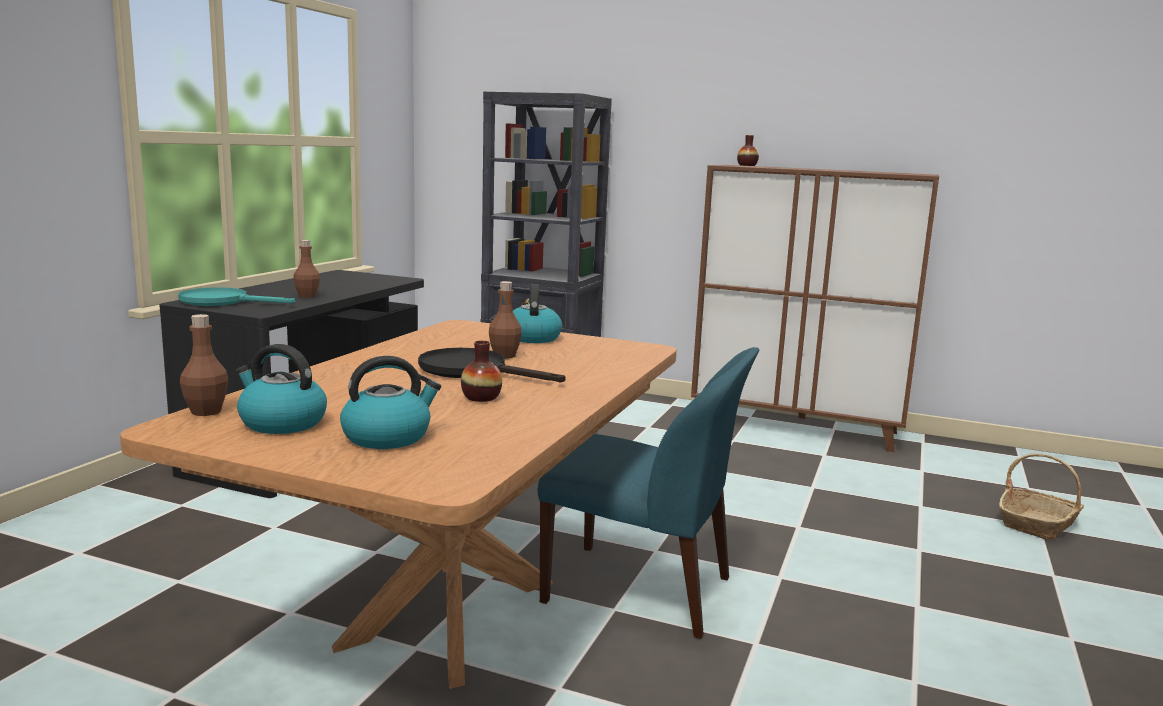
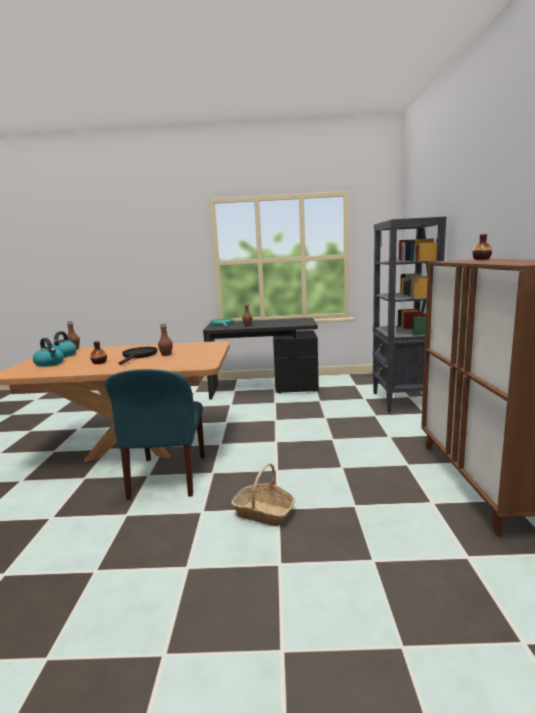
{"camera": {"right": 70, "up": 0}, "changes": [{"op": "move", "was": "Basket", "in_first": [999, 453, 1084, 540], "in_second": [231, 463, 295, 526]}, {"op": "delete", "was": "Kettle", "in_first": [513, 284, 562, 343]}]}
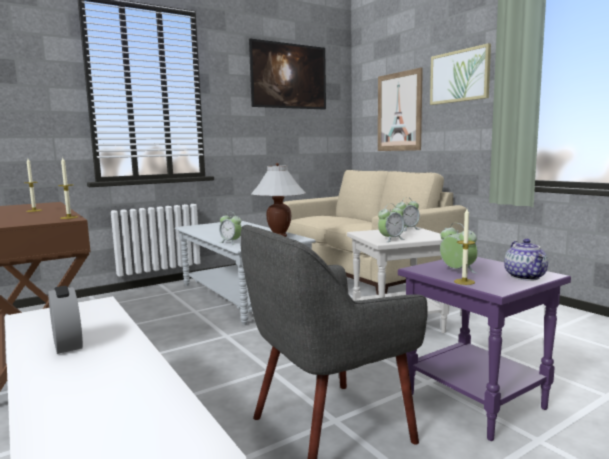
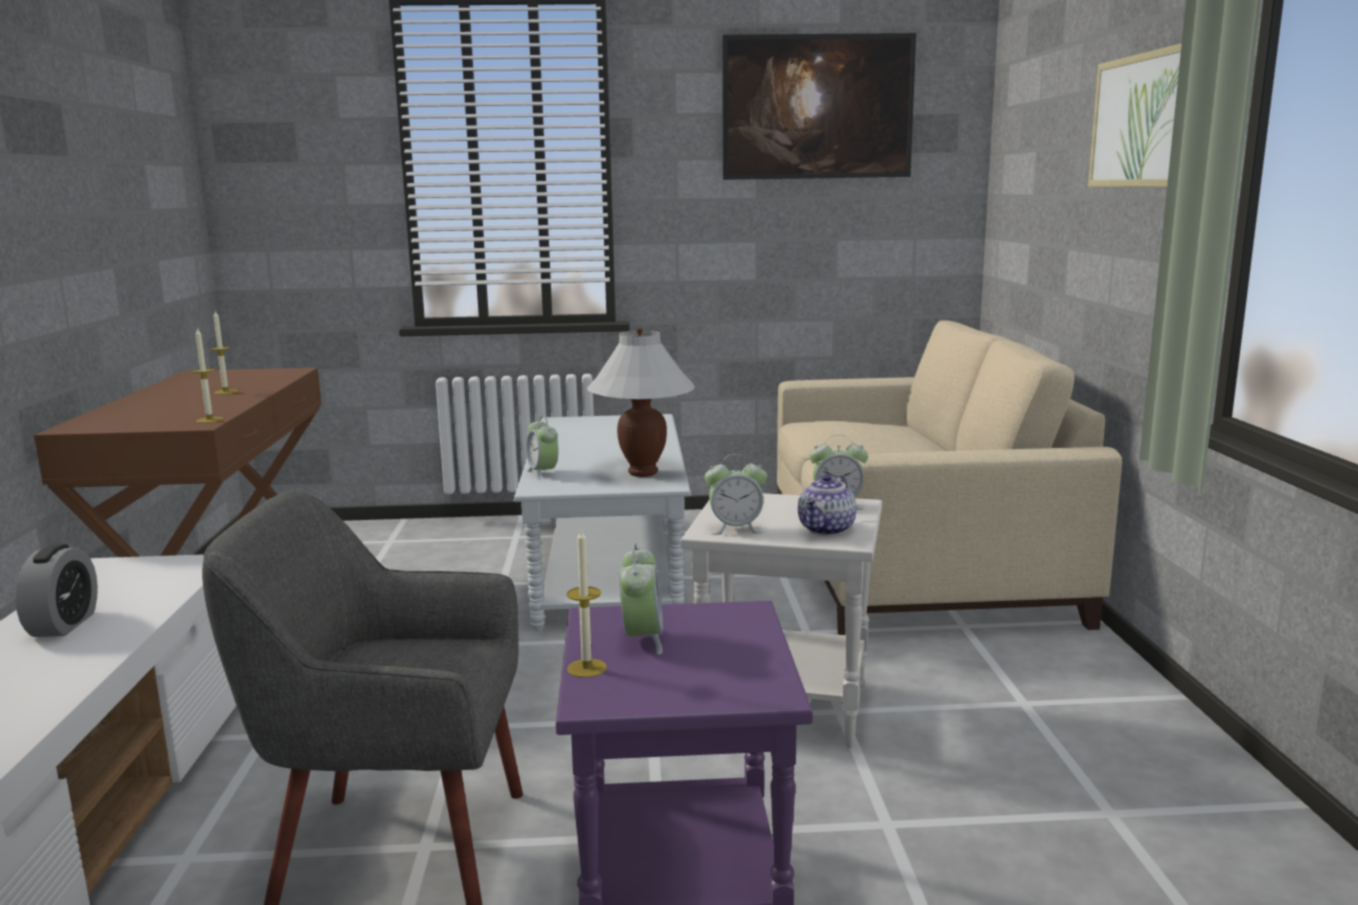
{"camera": {"right": 30, "up": 5}, "changes": [{"op": "move", "was": "Teapot", "in_first": [504, 239, 548, 281], "in_second": [798, 474, 856, 536]}, {"op": "delete", "was": "Picture", "in_first": [378, 67, 423, 151]}]}
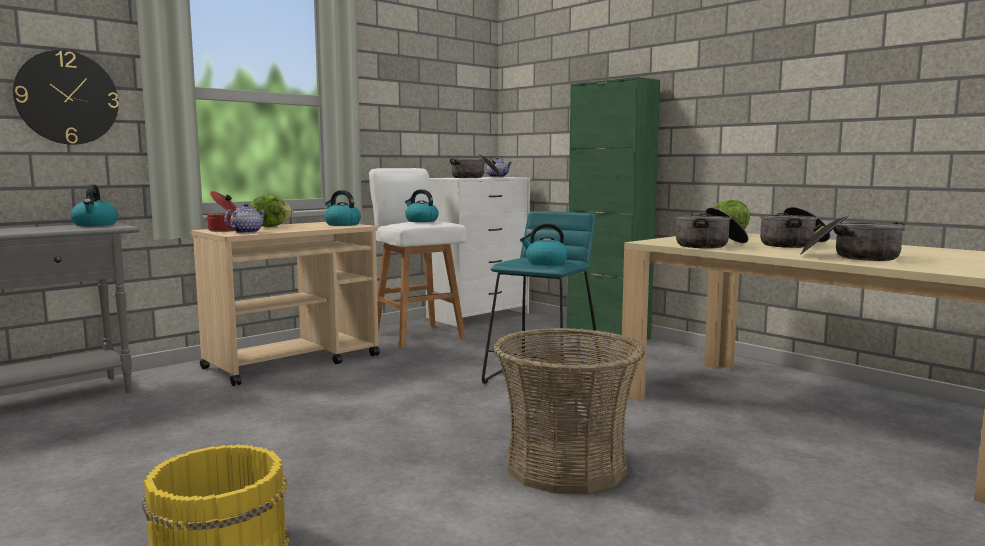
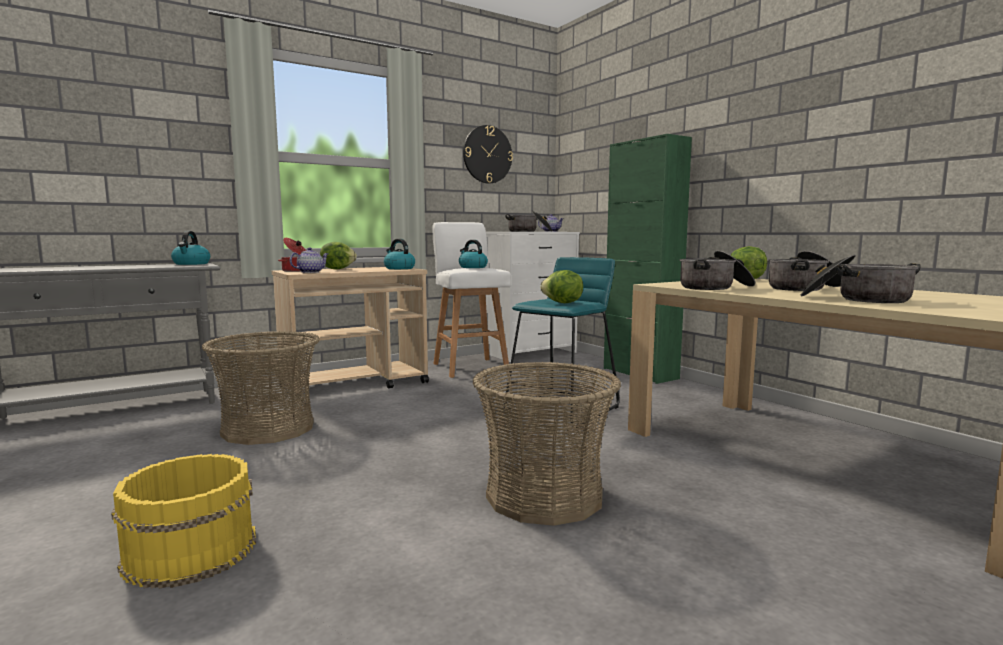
{"camera": {"right": 10, "up": 0}, "changes": [{"op": "insert", "now": "Basket", "in_second": [202, 331, 320, 445]}, {"op": "move", "was": "WallClock", "in_first": [13, 50, 119, 145], "in_second": [463, 125, 513, 183]}, {"op": "replace", "was": "Kettle", "now": "Lettuce", "in_first": [520, 223, 568, 265], "in_second": [540, 270, 583, 303]}]}
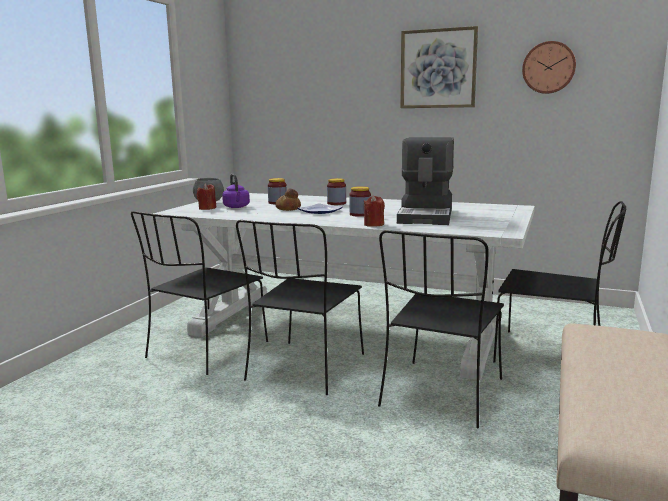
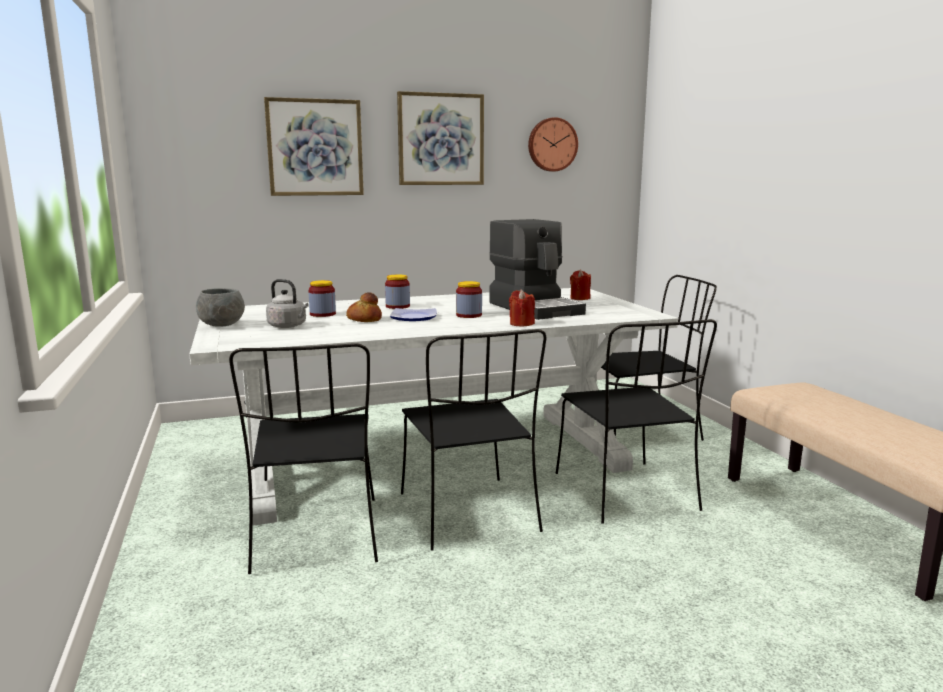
{"camera": {"right": -40, "up": 0}, "changes": [{"op": "insert", "now": "Picture", "in_second": [264, 97, 364, 196]}, {"op": "recolor", "was": "PurpleKettle", "now": "GreyKettle", "in_first": [222, 174, 250, 208], "in_second": [266, 279, 309, 328]}, {"op": "move", "was": "RedCandle", "in_first": [197, 184, 216, 210], "in_second": [570, 270, 591, 300]}]}
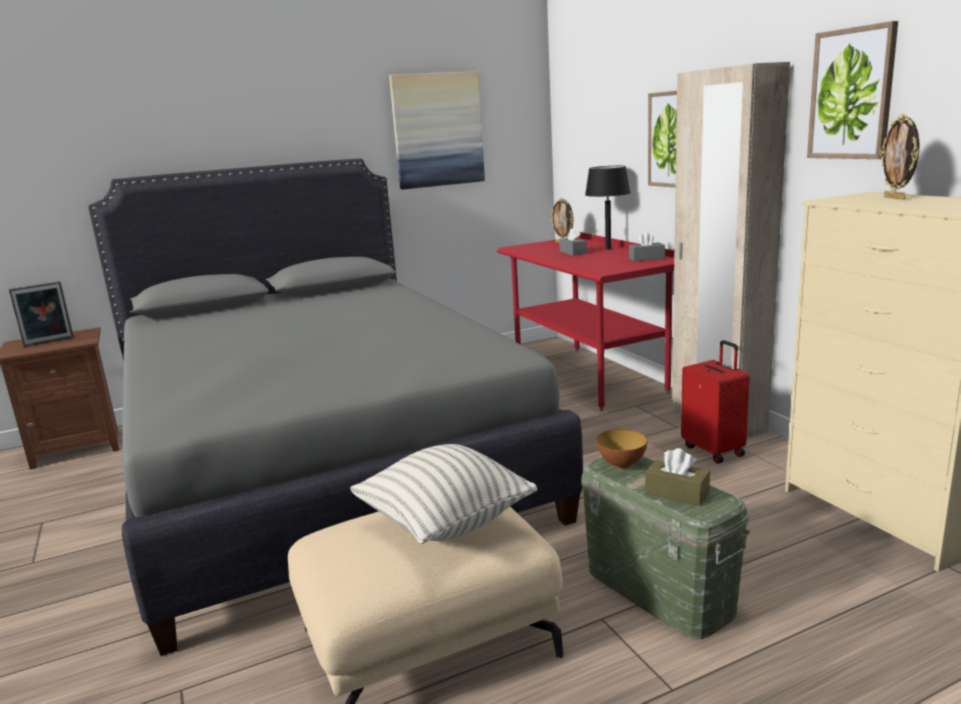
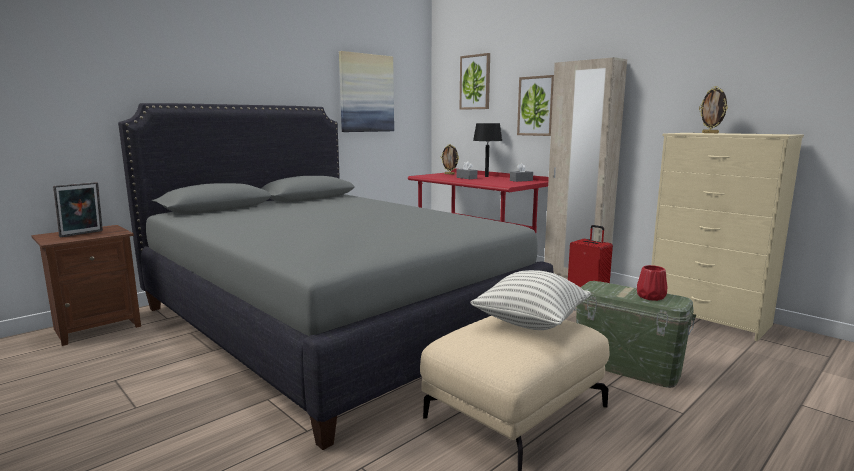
{"camera": {"right": -20, "up": -5}, "changes": [{"op": "move", "was": "Picture", "in_first": [807, 21, 898, 159], "in_second": [460, 53, 490, 110]}, {"op": "replace", "was": "BrownTissueBox", "now": "RedVase", "in_first": [645, 448, 710, 506], "in_second": [637, 265, 667, 301]}, {"op": "delete", "was": "Bowl", "in_first": [597, 429, 648, 469]}]}
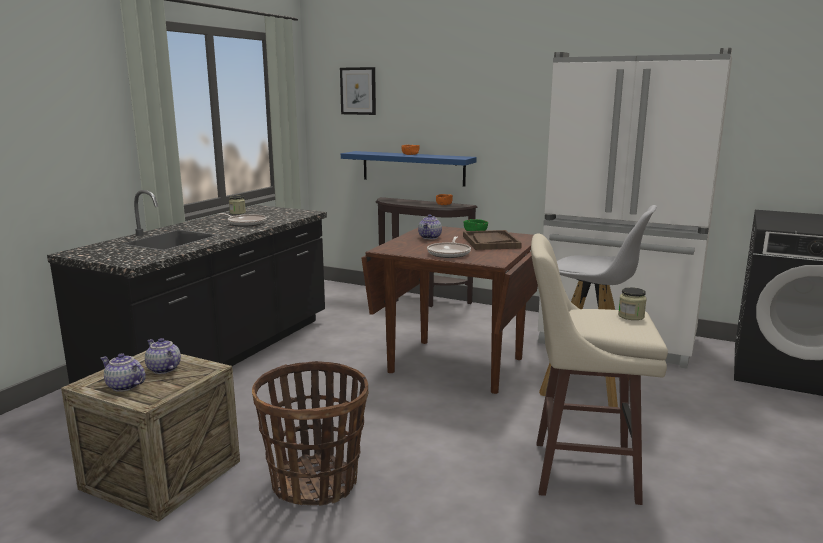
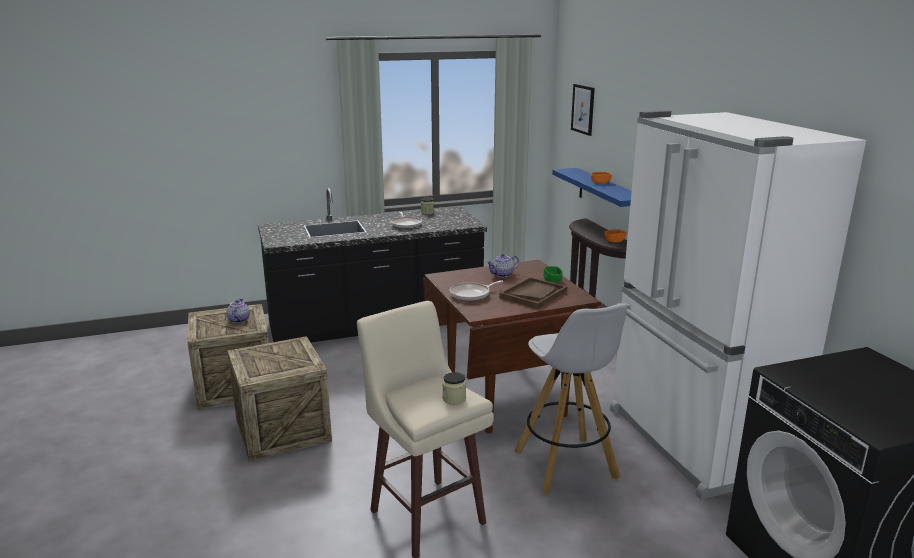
{"camera": {"right": 45, "up": 5}, "changes": [{"op": "replace", "was": "Basket", "now": "Crate", "in_first": [252, 361, 369, 506], "in_second": [227, 336, 332, 462]}, {"op": "delete", "was": "Teapot", "in_first": [101, 353, 146, 392]}]}
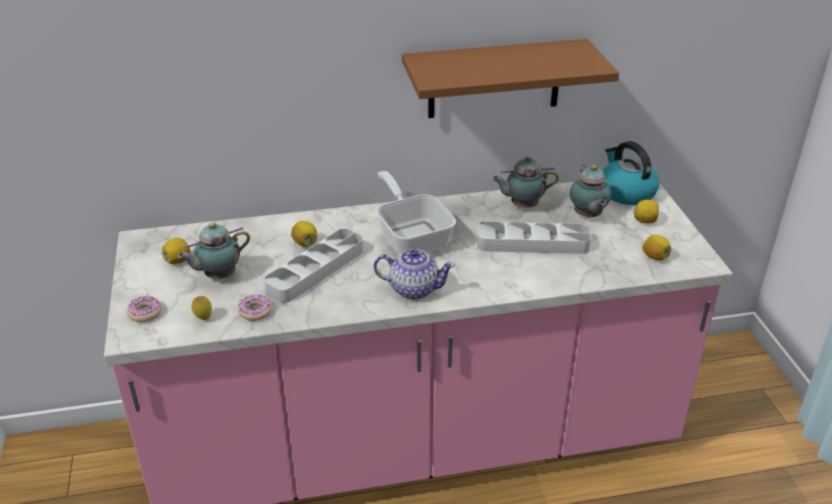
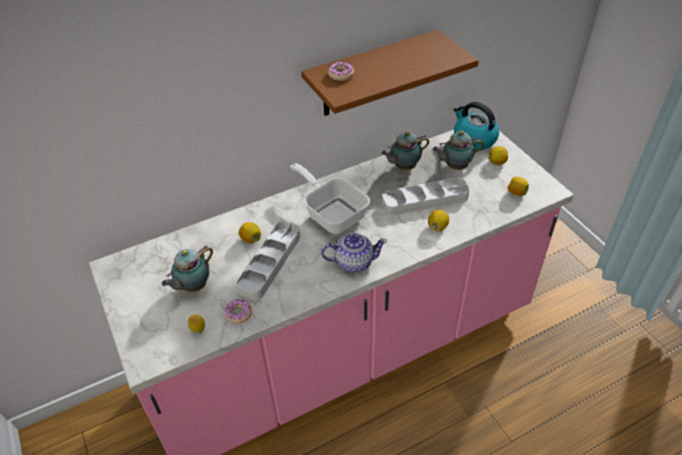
{"camera": {"right": -15, "up": 10}, "changes": [{"op": "move", "was": "Donut", "in_first": [127, 296, 162, 322], "in_second": [328, 62, 354, 81]}, {"op": "move", "was": "Lemon", "in_first": [162, 238, 190, 264], "in_second": [428, 210, 449, 231]}, {"op": "rotate", "was": "Teapot", "in_first": [570, 165, 611, 218], "in_second": [433, 131, 484, 170], "clockwise": 105}]}
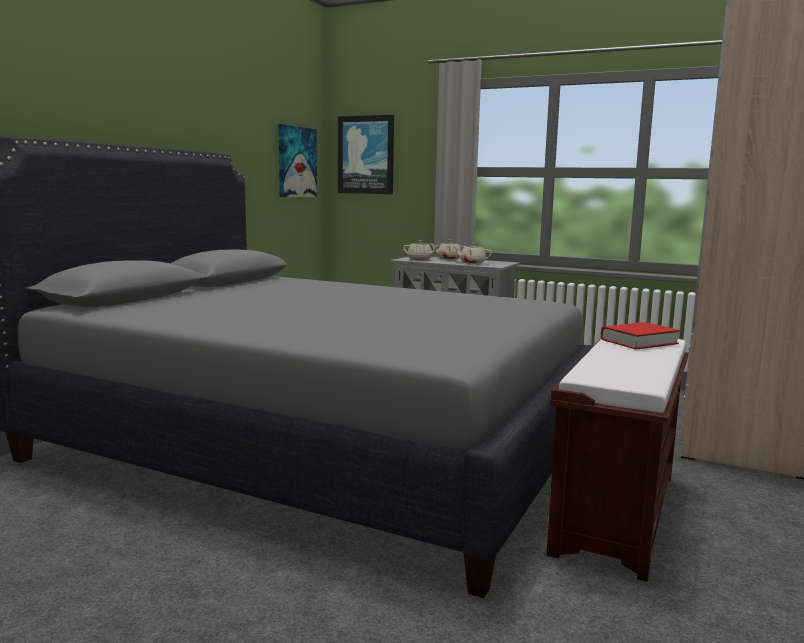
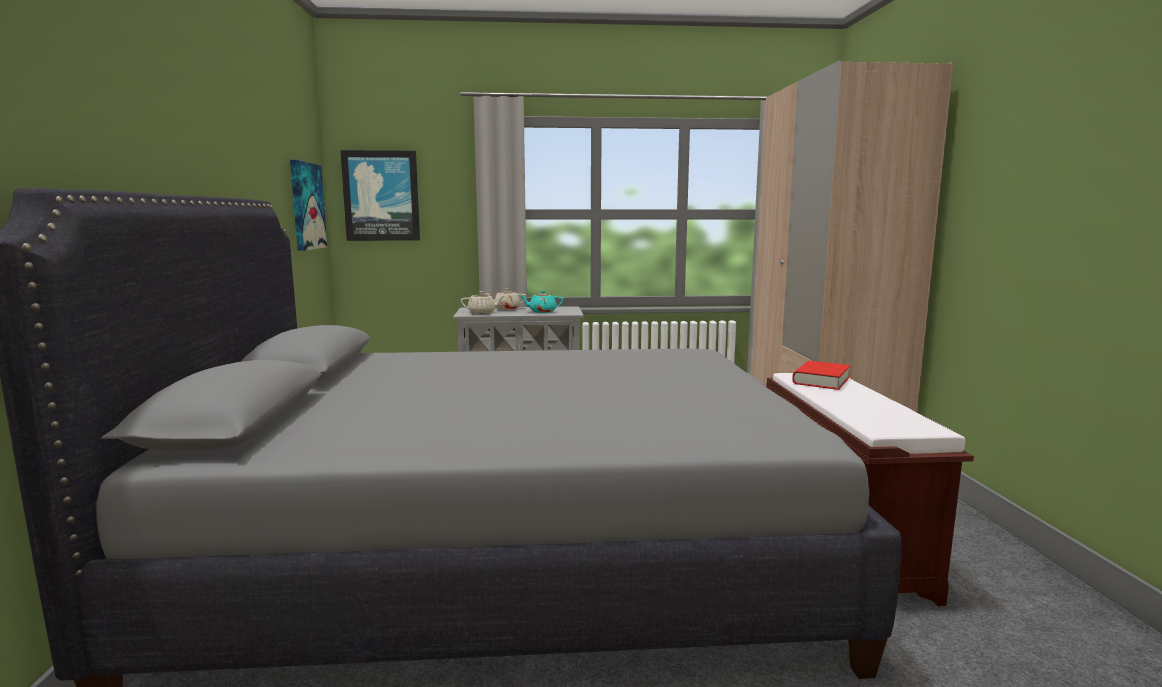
{"camera": {"right": -30, "up": 0}, "changes": [{"op": "recolor", "was": "BeigeTeapot", "now": "TurquoiseTeapot", "in_first": [454, 243, 492, 264], "in_second": [519, 291, 564, 313]}]}
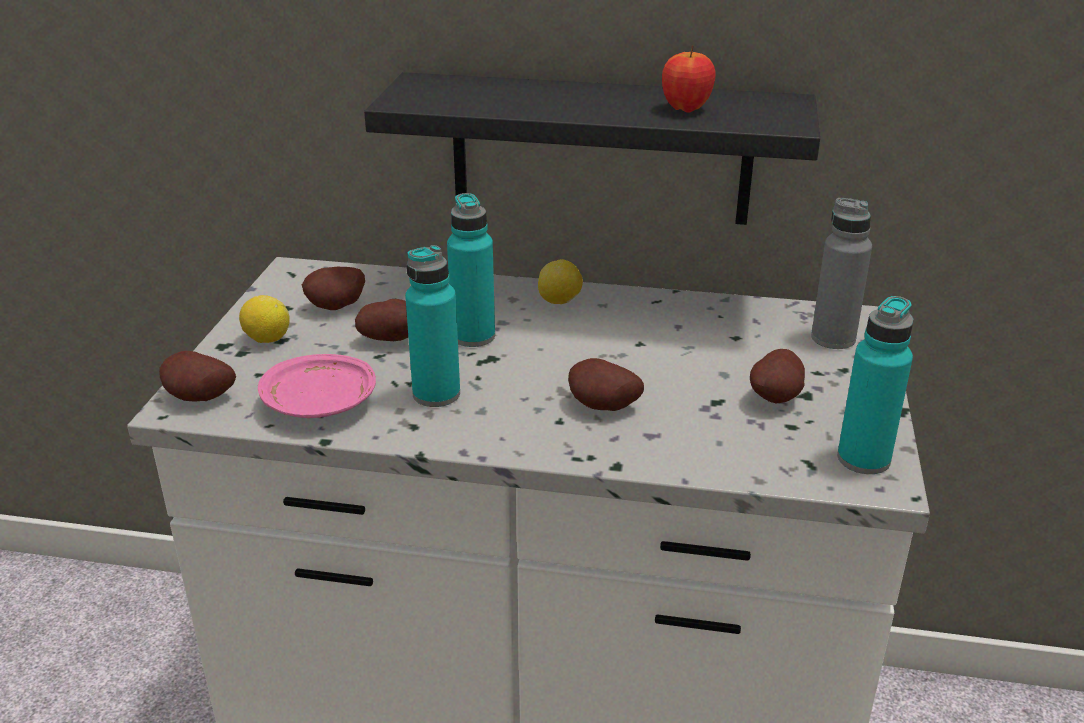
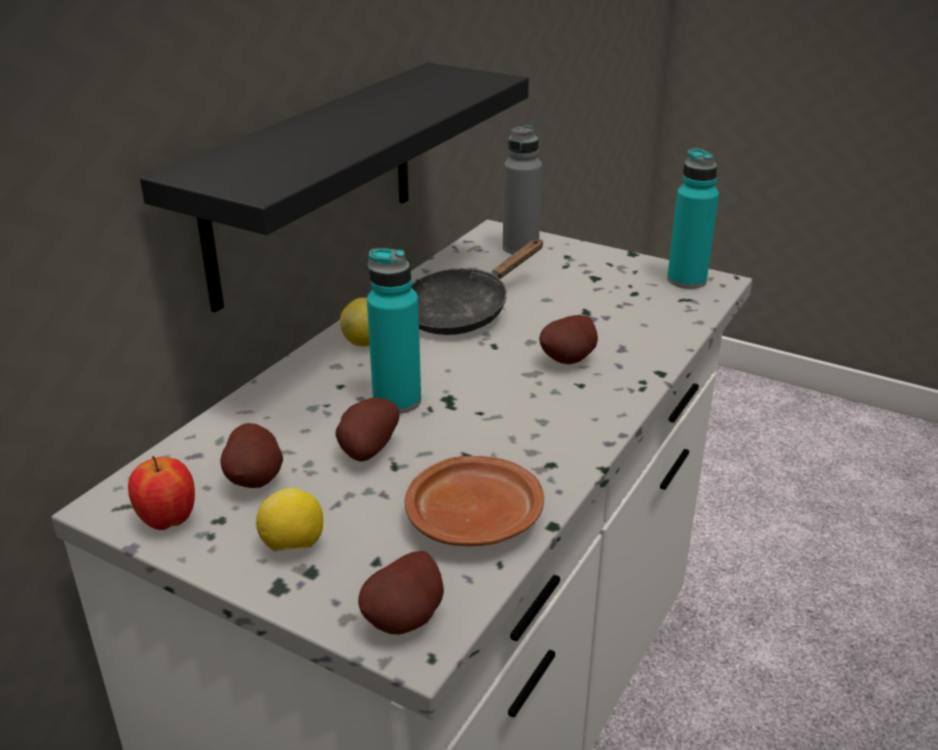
{"camera": {"right": -70, "up": 0}, "changes": [{"op": "move", "was": "Apple", "in_first": [662, 45, 716, 113], "in_second": [128, 456, 195, 530]}, {"op": "recolor", "was": "PinkPlate", "now": "BrownPlate", "in_first": [258, 354, 376, 418], "in_second": [404, 456, 544, 546]}, {"op": "insert", "now": "BlackFryingPan", "in_second": [411, 239, 543, 335]}, {"op": "delete", "was": "TurquoiseBottle", "in_first": [405, 245, 460, 407]}, {"op": "delete", "was": "Potato", "in_first": [750, 349, 805, 403]}]}
